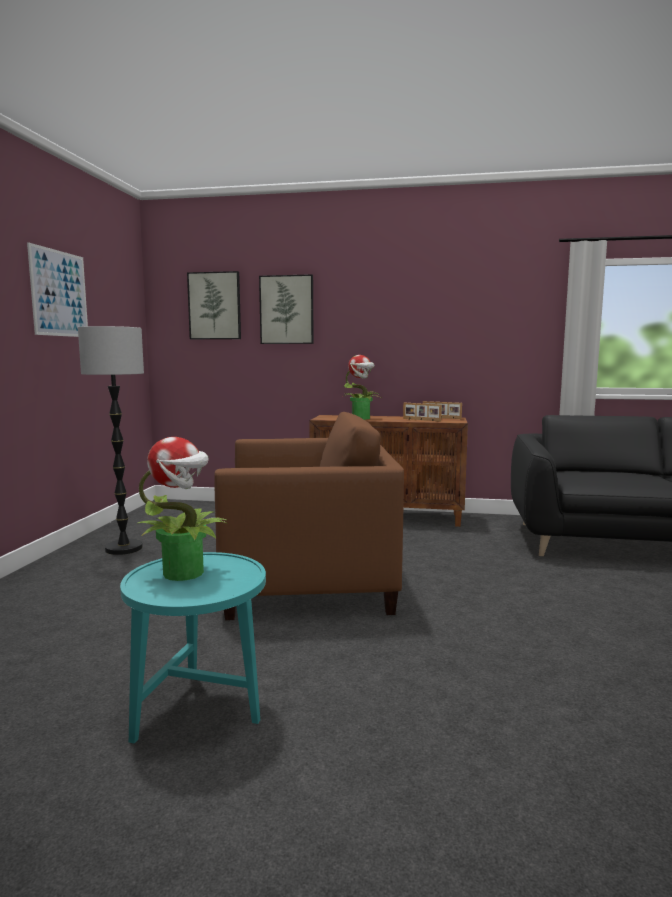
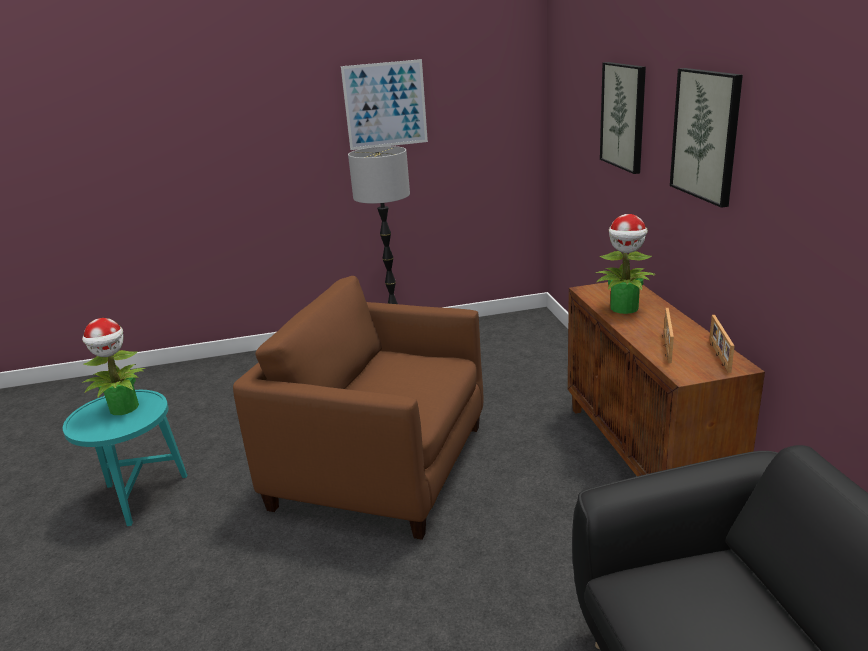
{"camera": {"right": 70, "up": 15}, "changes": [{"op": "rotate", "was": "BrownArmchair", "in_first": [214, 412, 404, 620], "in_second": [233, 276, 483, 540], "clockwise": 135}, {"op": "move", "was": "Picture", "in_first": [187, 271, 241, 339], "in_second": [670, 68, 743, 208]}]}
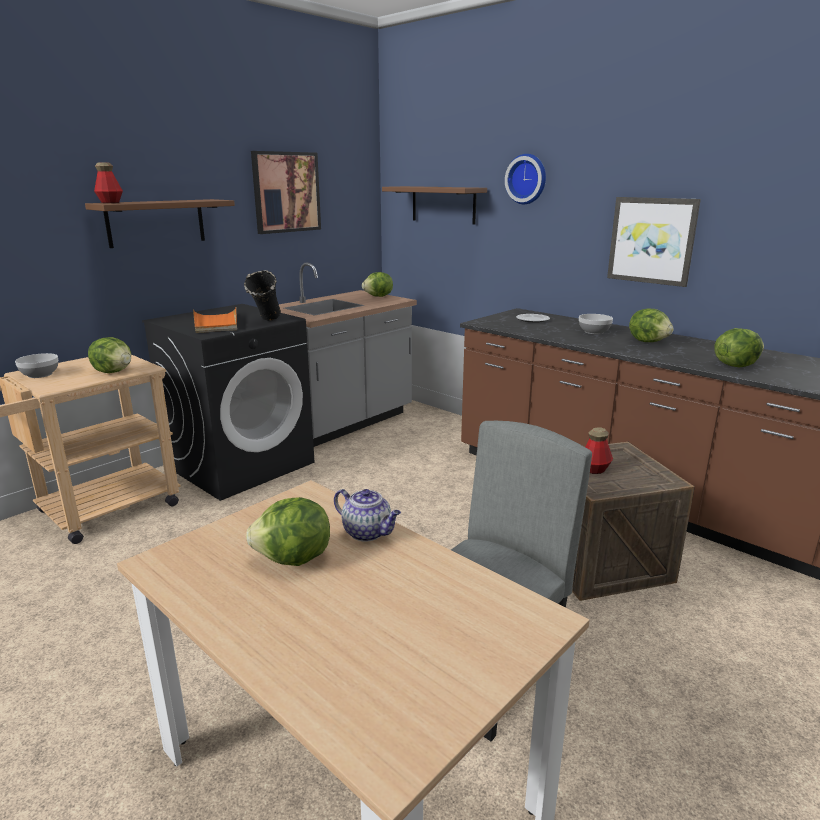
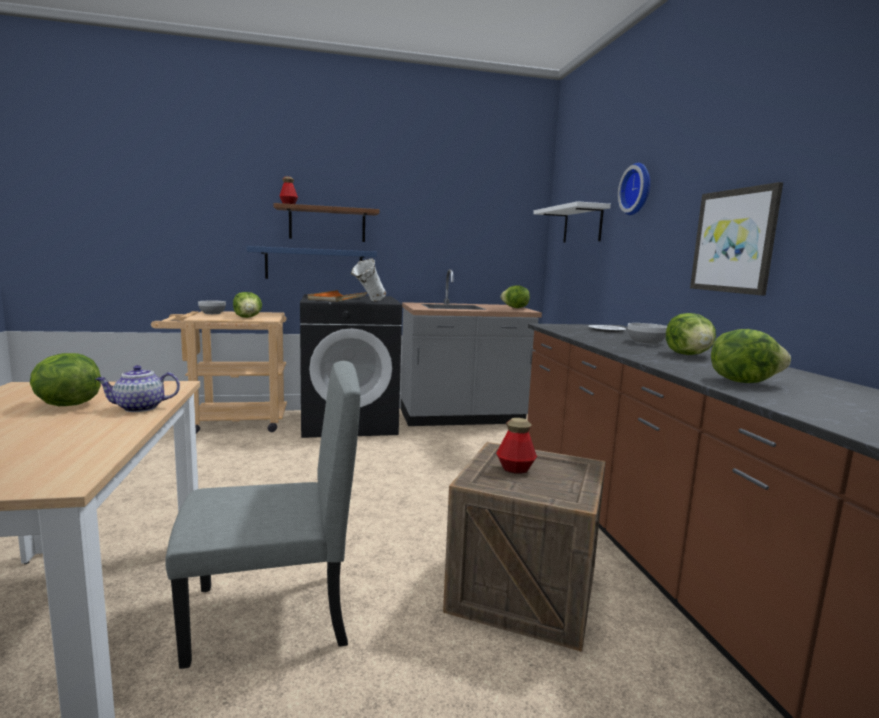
{"camera": {"right": 35, "up": -10}, "changes": [{"op": "rotate", "was": "Teapot", "in_first": [334, 489, 401, 542], "in_second": [96, 365, 180, 412], "clockwise": 90}, {"op": "insert", "now": "BlueShelf", "in_second": [247, 246, 377, 282]}, {"op": "recolor", "was": "BlackVase", "now": "WhiteVase", "in_first": [244, 270, 281, 321], "in_second": [351, 259, 386, 302]}, {"op": "recolor", "was": "BrownShelf", "now": "WhiteShelf", "in_first": [382, 186, 487, 225], "in_second": [533, 201, 611, 243]}, {"op": "delete", "was": "Picture", "in_first": [251, 151, 321, 234]}]}
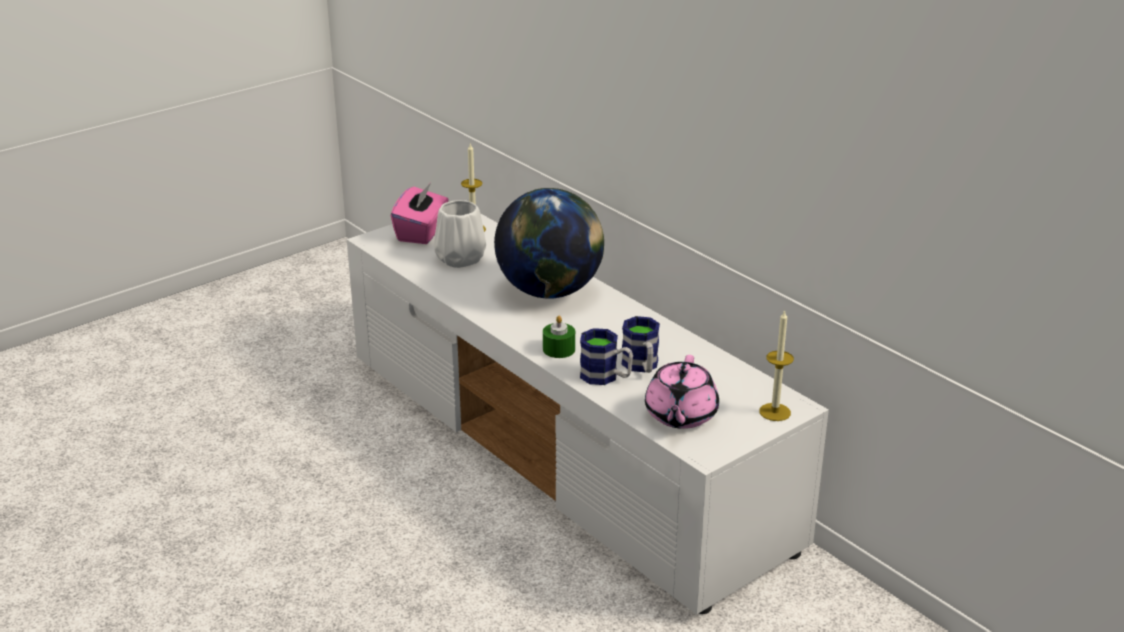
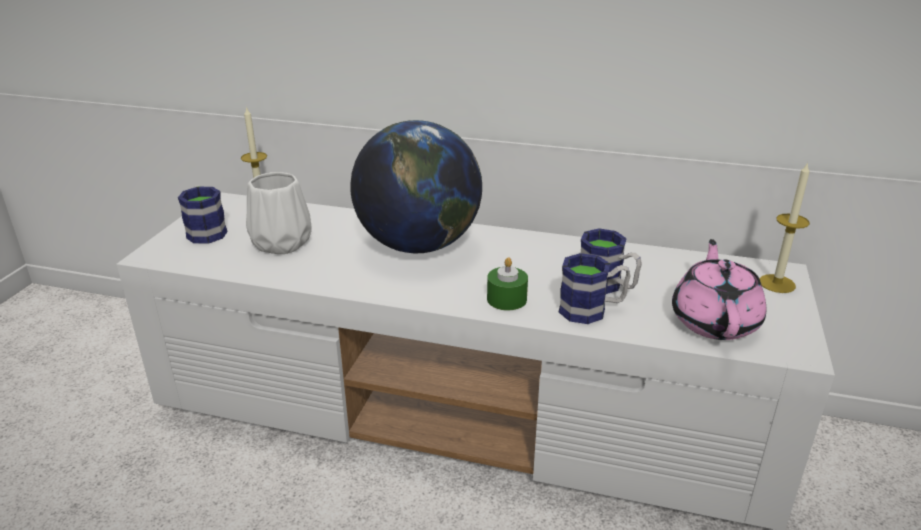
{"camera": {"right": -35, "up": 0}, "changes": [{"op": "replace", "was": "PinkTissueBox", "now": "Mug", "in_first": [391, 183, 449, 244], "in_second": [178, 185, 228, 244]}, {"op": "rotate", "was": "PinkTeapot", "in_first": [645, 355, 719, 429], "in_second": [672, 239, 766, 340], "clockwise": -150}]}
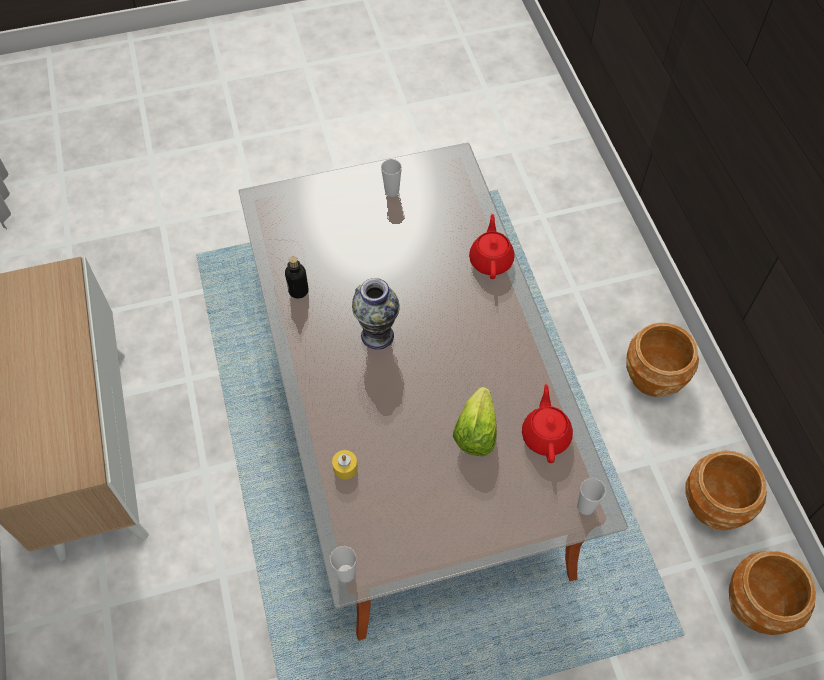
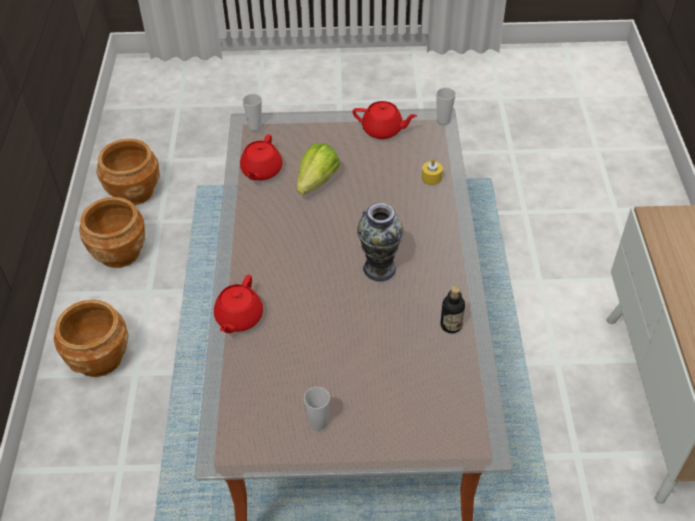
{"camera": {"right": -165, "up": -10}, "changes": [{"op": "insert", "now": "RedTeapot", "in_second": [353, 101, 417, 139]}]}
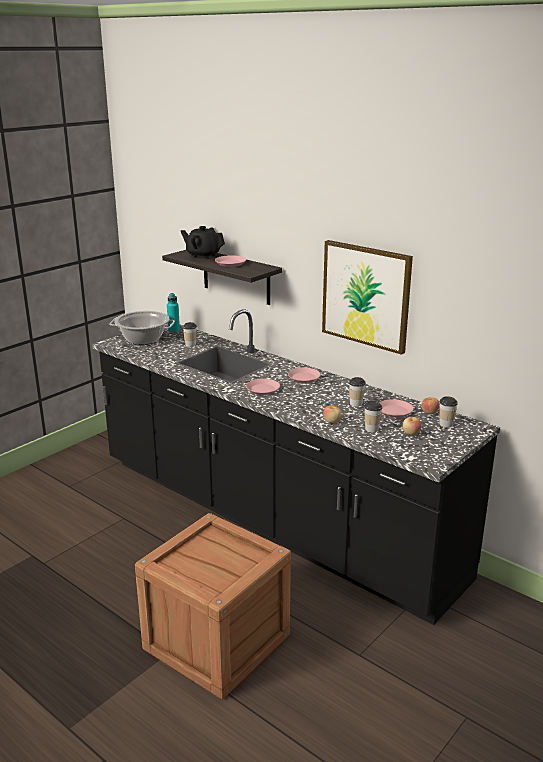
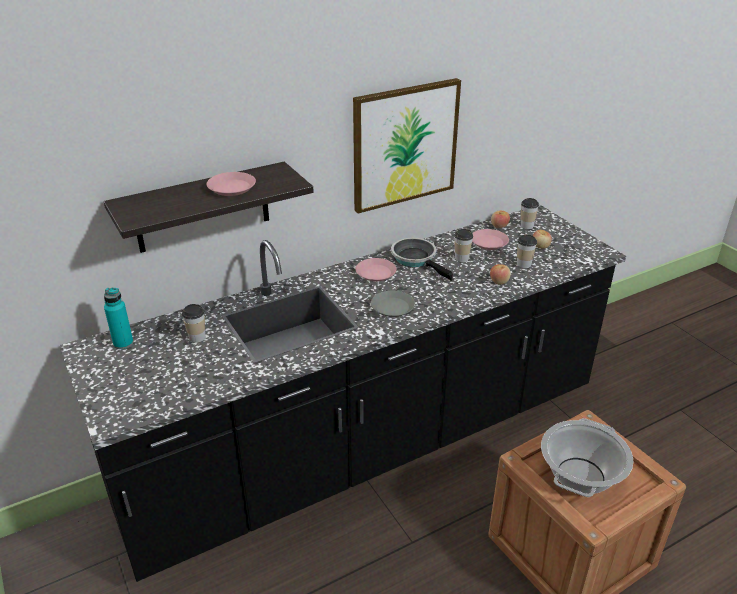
{"camera": {"right": -70, "up": 10}, "changes": [{"op": "recolor", "was": "PinkPlate", "now": "GreyPlate", "in_first": [246, 379, 280, 395], "in_second": [371, 291, 415, 317]}, {"op": "insert", "now": "FryingPan", "in_second": [391, 238, 453, 281]}, {"op": "move", "was": "CookingPot", "in_first": [109, 311, 175, 345], "in_second": [541, 418, 634, 497]}, {"op": "delete", "was": "BlackTeapot", "in_first": [181, 226, 225, 259]}]}
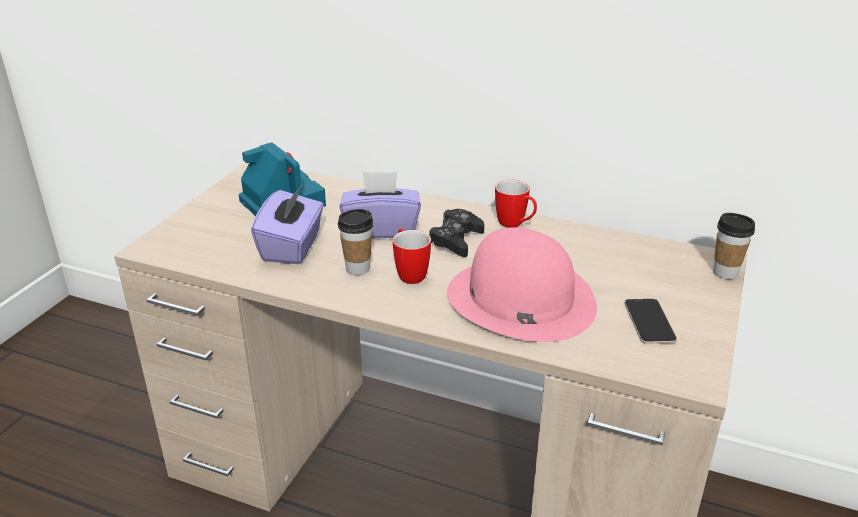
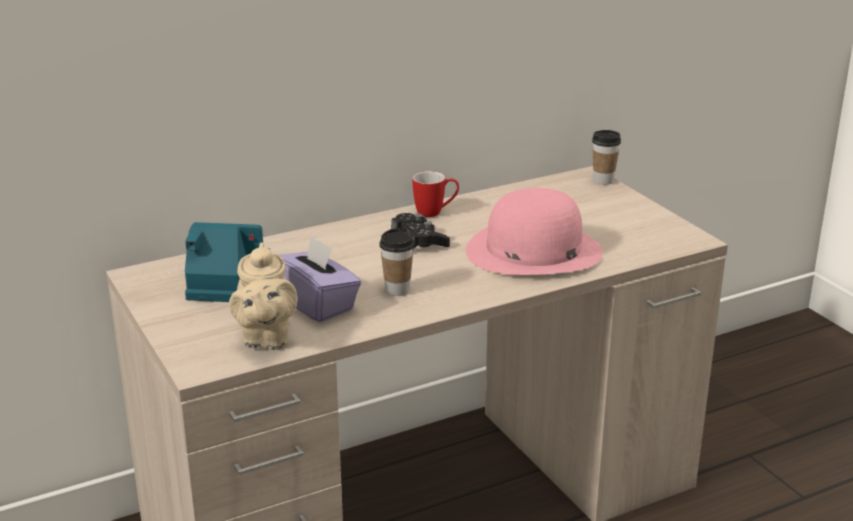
{"camera": {"right": -50, "up": -5}, "changes": [{"op": "insert", "now": "BeigeTeapot", "in_second": [229, 243, 297, 350]}, {"op": "delete", "was": "PurpleTissueBox", "in_first": [340, 172, 421, 239]}, {"op": "delete", "was": "Mug", "in_first": [393, 229, 431, 284]}, {"op": "delete", "was": "Phone", "in_first": [624, 298, 677, 344]}]}
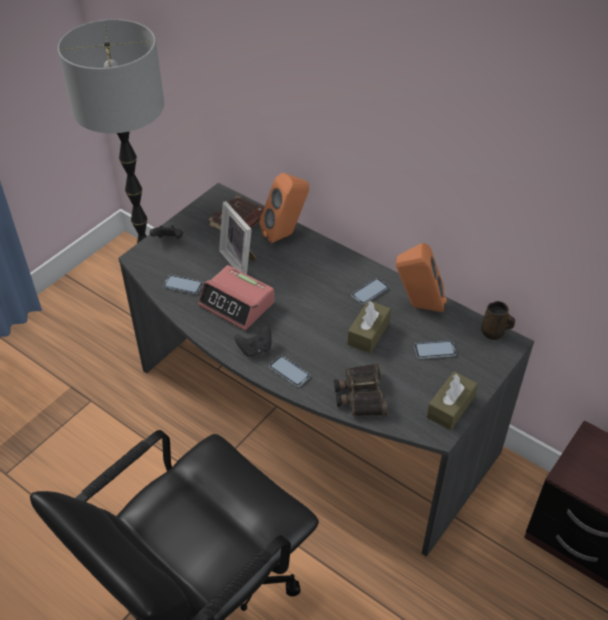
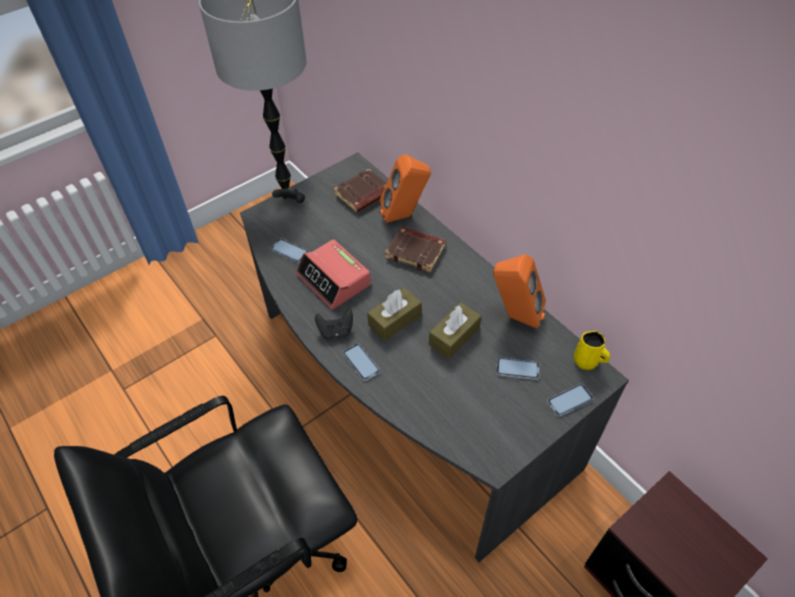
{"camera": {"right": 15, "up": 5}, "changes": [{"op": "move", "was": "BrownTissueBox", "in_first": [427, 371, 478, 430], "in_second": [367, 288, 422, 341]}, {"op": "insert", "now": "BrownBook", "in_second": [385, 227, 446, 273]}, {"op": "move", "was": "Phone", "in_first": [351, 278, 389, 305], "in_second": [547, 384, 593, 417]}, {"op": "recolor", "was": "BrownMug", "now": "YellowMug", "in_first": [481, 301, 515, 340], "in_second": [574, 331, 611, 370]}, {"op": "delete", "was": "PictureFrame", "in_first": [219, 201, 256, 274]}, {"op": "delete", "was": "Binoculars", "in_first": [334, 363, 387, 416]}]}
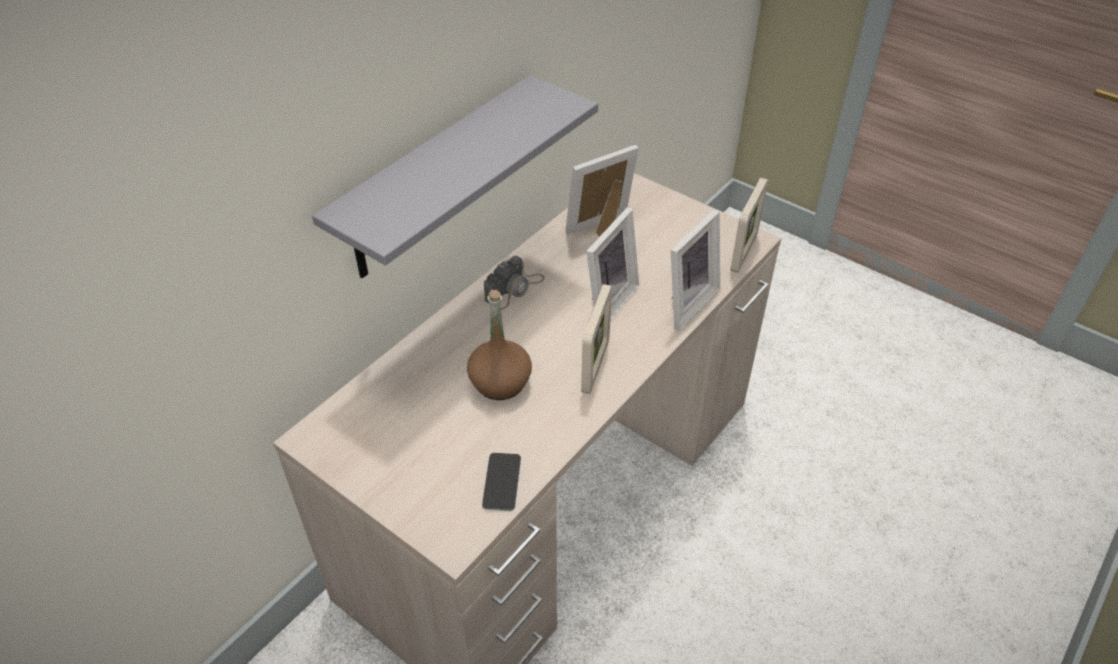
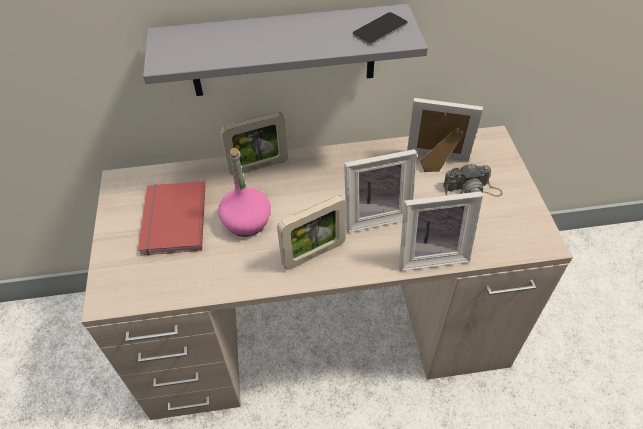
{"camera": {"right": 45, "up": 5}, "changes": [{"op": "insert", "now": "RedBook", "in_second": [138, 181, 205, 256]}, {"op": "recolor", "was": "BrownBottle", "now": "PinkBottle", "in_first": [467, 290, 532, 400], "in_second": [218, 148, 271, 237]}, {"op": "move", "was": "PictureFrame", "in_first": [730, 178, 768, 273], "in_second": [220, 112, 288, 176]}, {"op": "move", "was": "Phone", "in_first": [482, 453, 521, 511], "in_second": [353, 12, 408, 45]}, {"op": "move", "was": "PhotoCamera", "in_first": [484, 256, 545, 310], "in_second": [443, 163, 503, 197]}]}
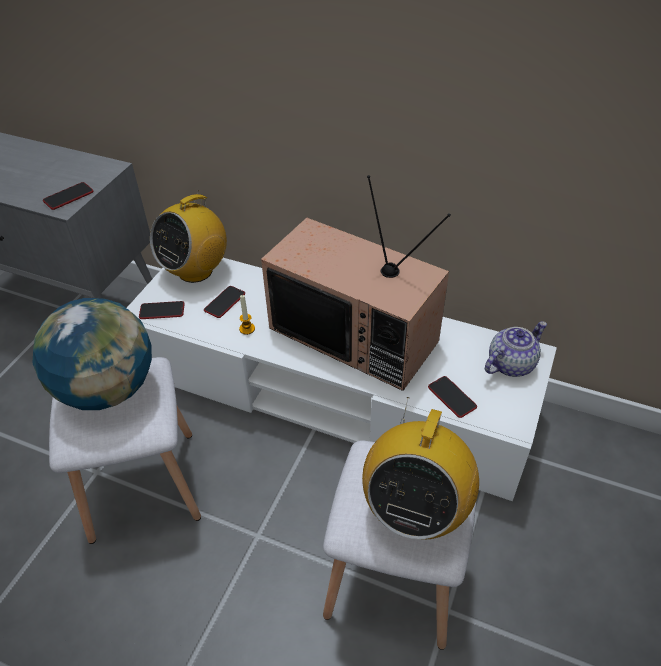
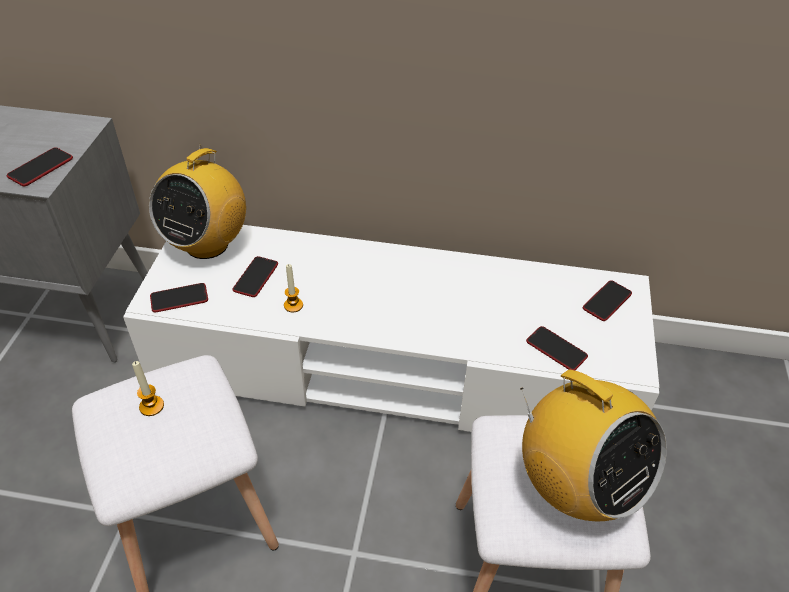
{"camera": {"right": -15, "up": 0}, "changes": [{"op": "replace", "was": "Globe", "now": "Candle", "in_first": [33, 298, 152, 410], "in_second": [132, 361, 164, 416]}, {"op": "rotate", "was": "Radio", "in_first": [362, 397, 479, 540], "in_second": [520, 369, 667, 521], "clockwise": -45}, {"op": "replace", "was": "Teapot", "now": "Phone", "in_first": [485, 321, 547, 377], "in_second": [583, 280, 632, 321]}, {"op": "delete", "was": "Television", "in_first": [261, 175, 451, 391]}]}
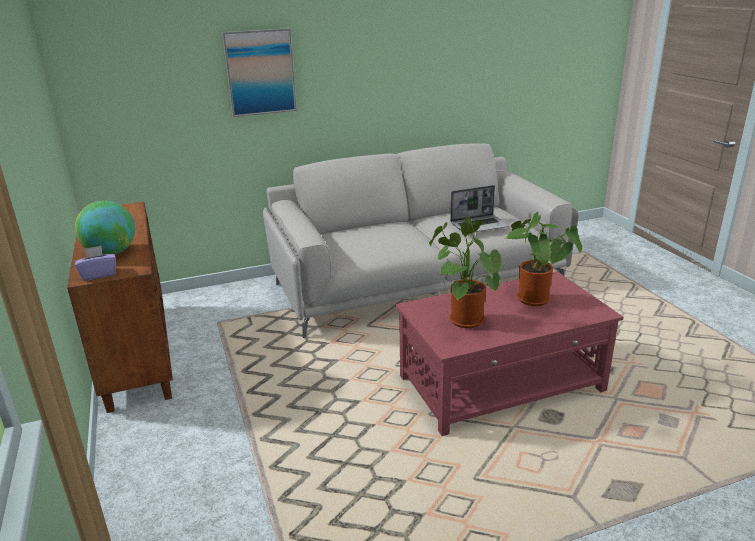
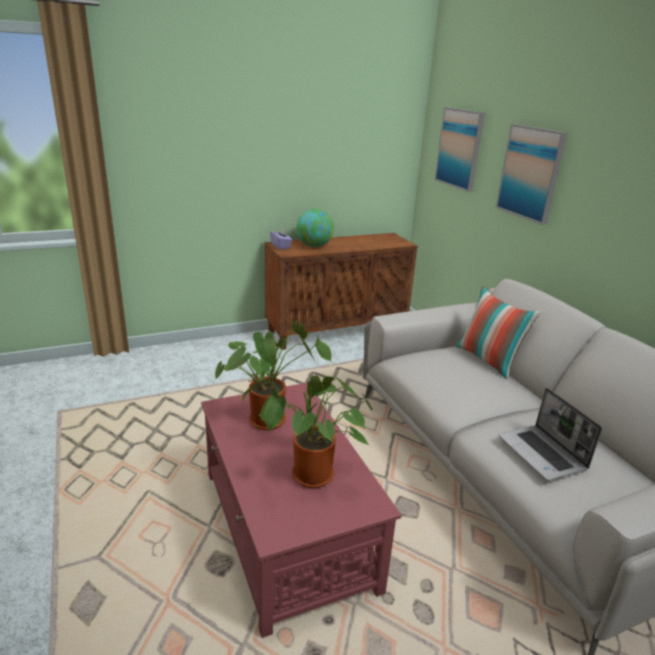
{"camera": {"right": 85, "up": 0}, "changes": [{"op": "insert", "now": "Picture", "in_second": [435, 107, 485, 192]}, {"op": "insert", "now": "Pillow", "in_second": [456, 286, 540, 380]}]}
